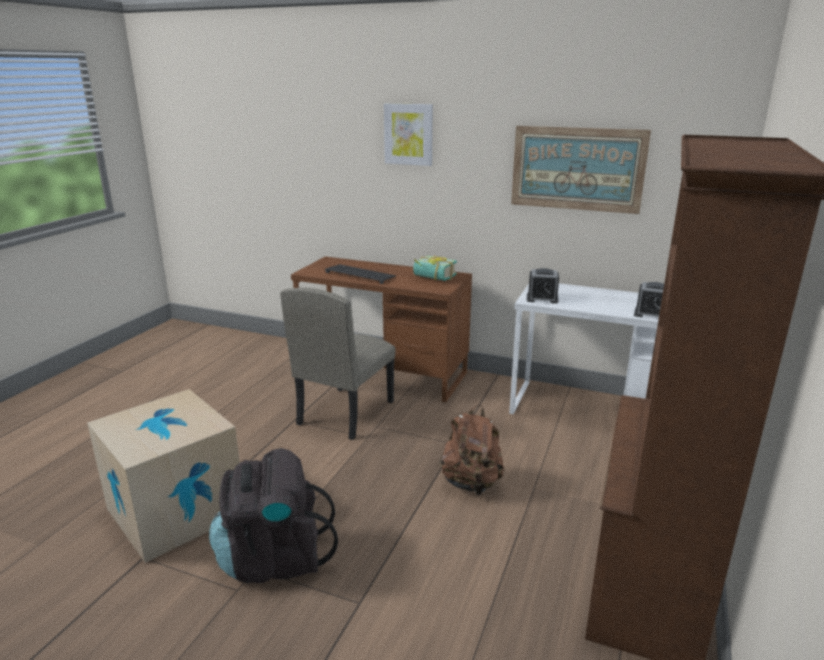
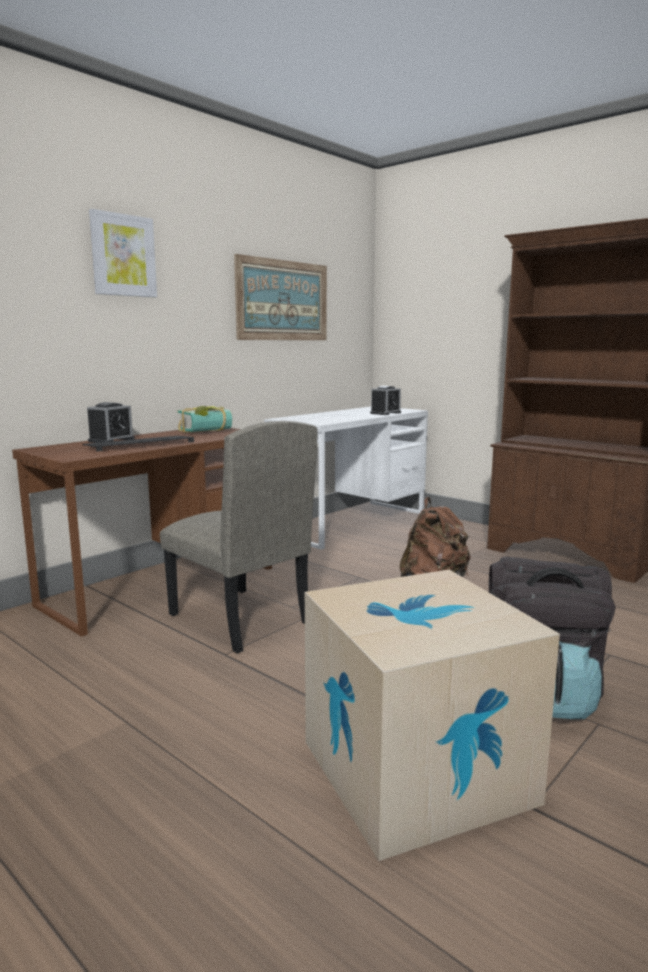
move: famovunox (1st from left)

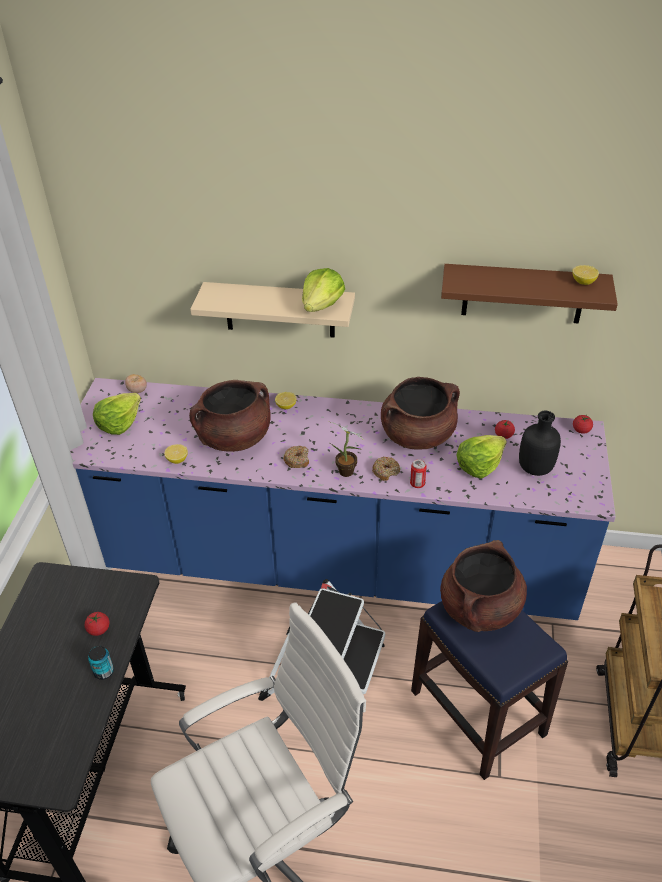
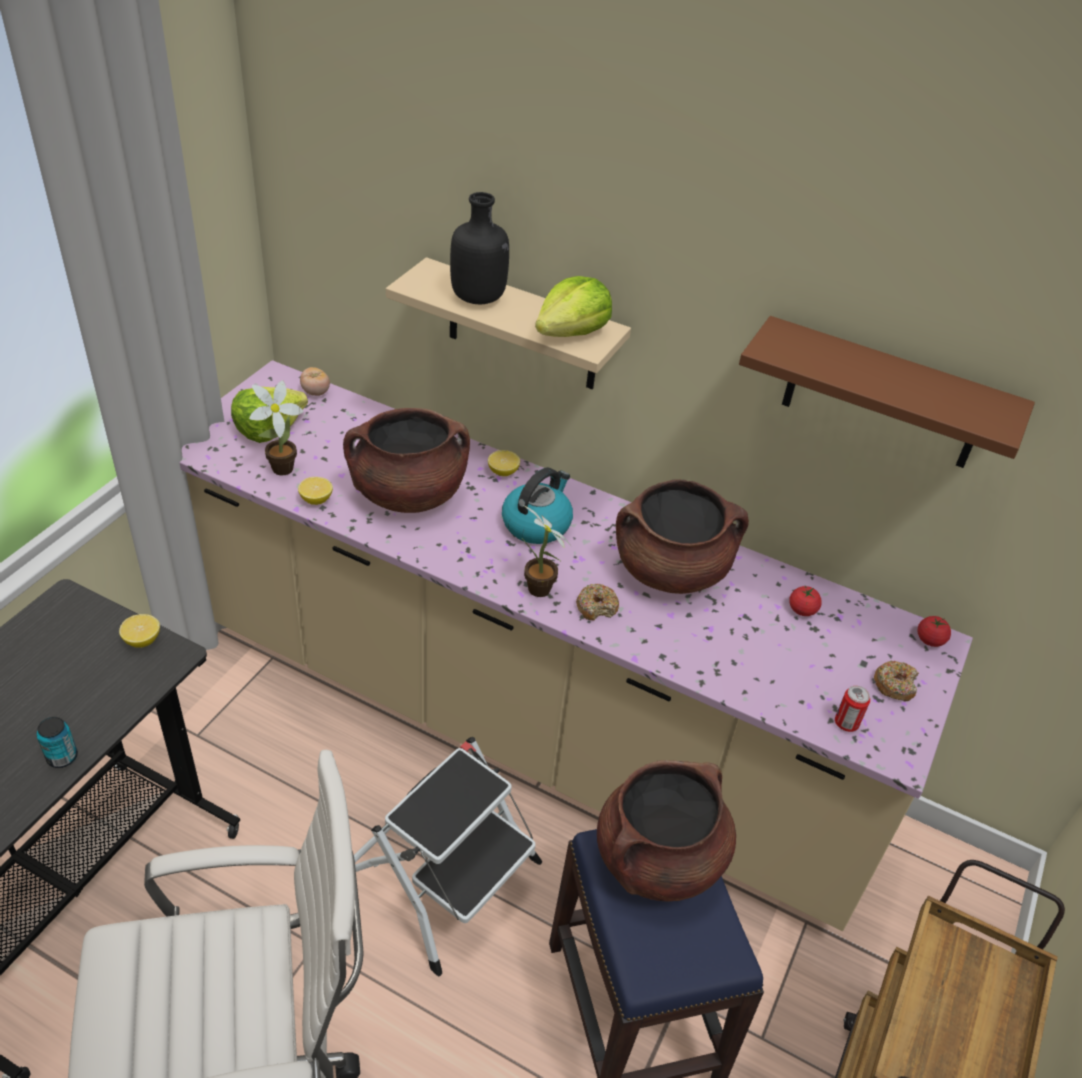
delete: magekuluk (1st from left); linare (3rd from left)
insert: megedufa (1st from left); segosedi
move: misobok (1st from left in the first image) to misobok (2nd from left); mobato (2nd from left); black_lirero; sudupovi (3rd from left in the first image) to sudupovi (1st from left)
recolor: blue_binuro to beige_binuro

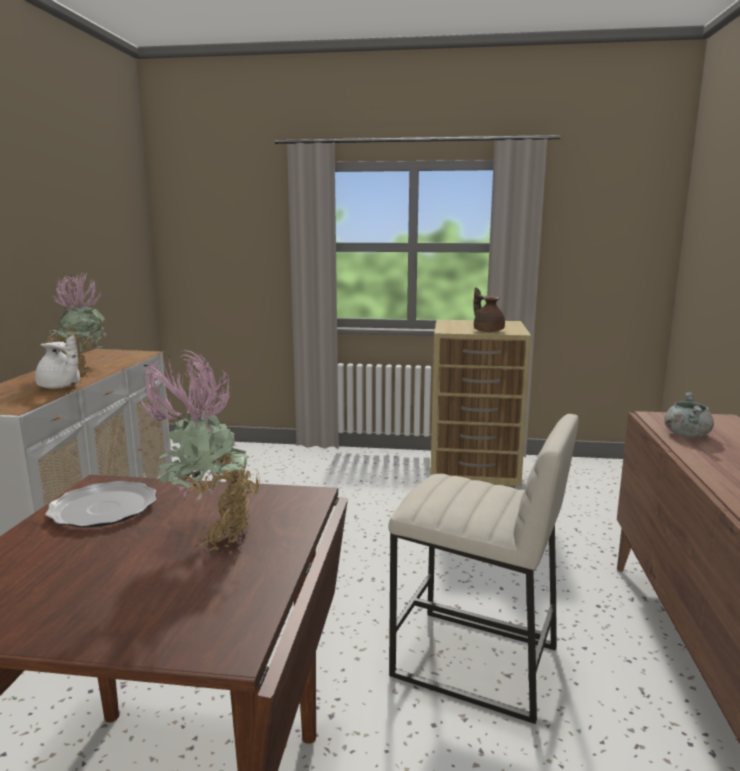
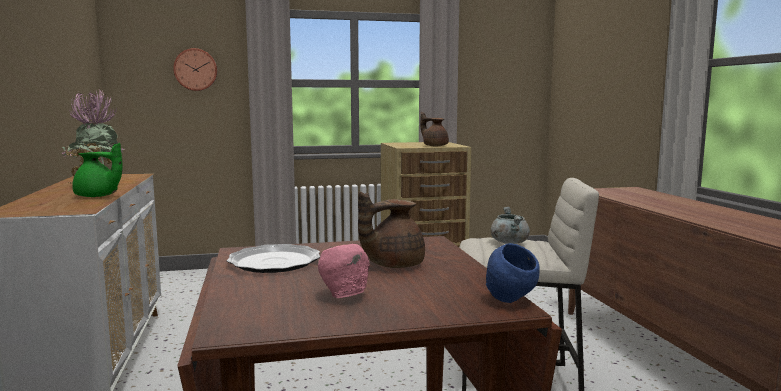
insert: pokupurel; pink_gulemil; blue_gulemil
move: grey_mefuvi
replace: megedufa (2nd from left) to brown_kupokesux (1st from left)
recolor: white_kupokesux to green_kupokesux

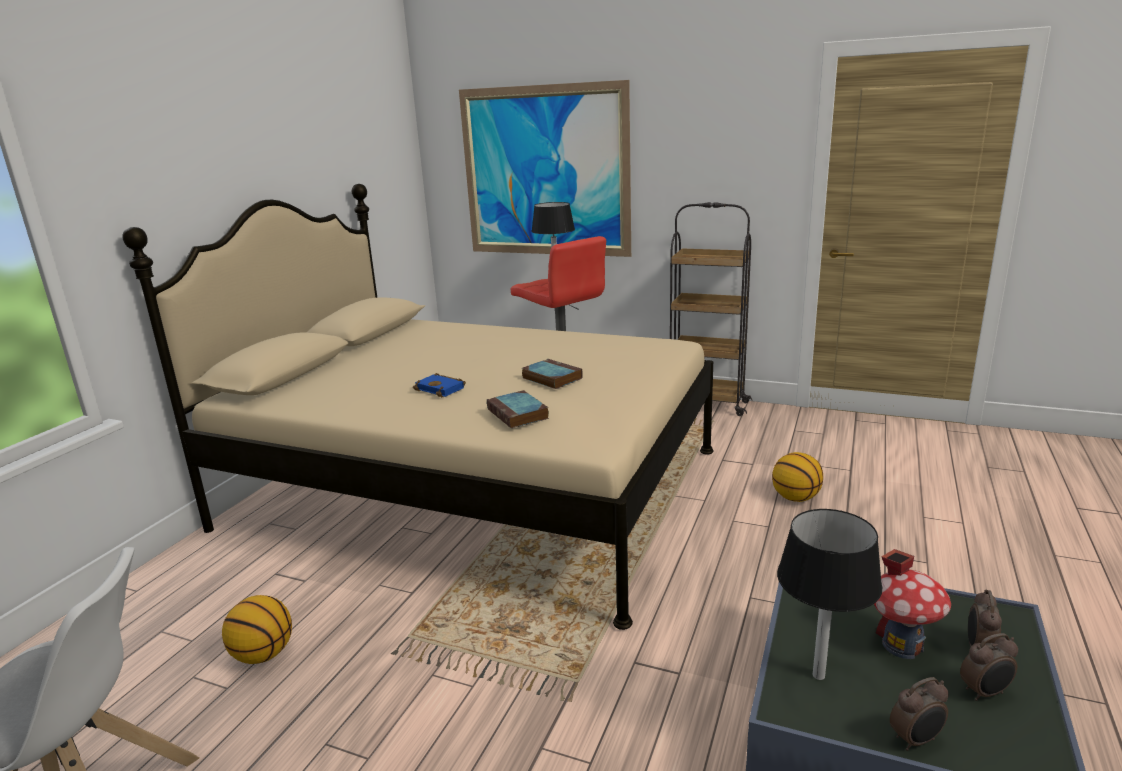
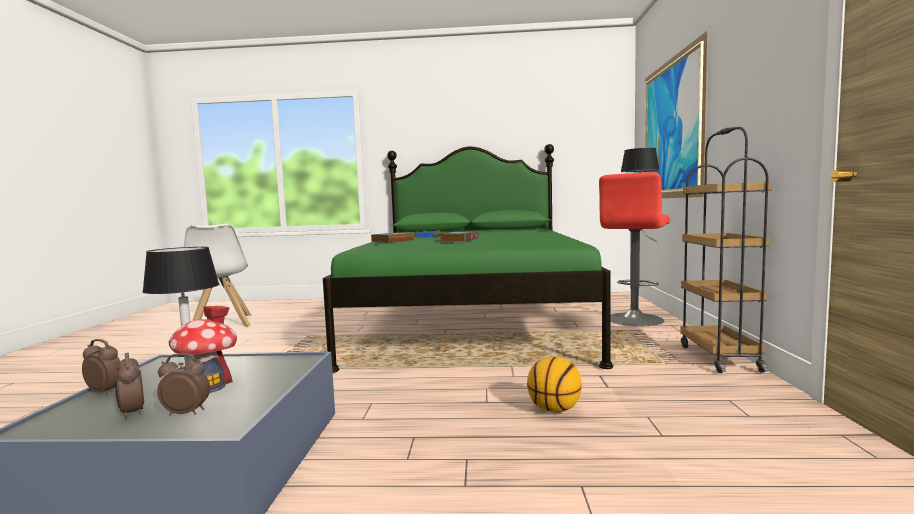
delete: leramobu (1st from left)
recolor: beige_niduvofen to green_niduvofen
rotate: famovunox (1st from left) 150 degrees clockwise

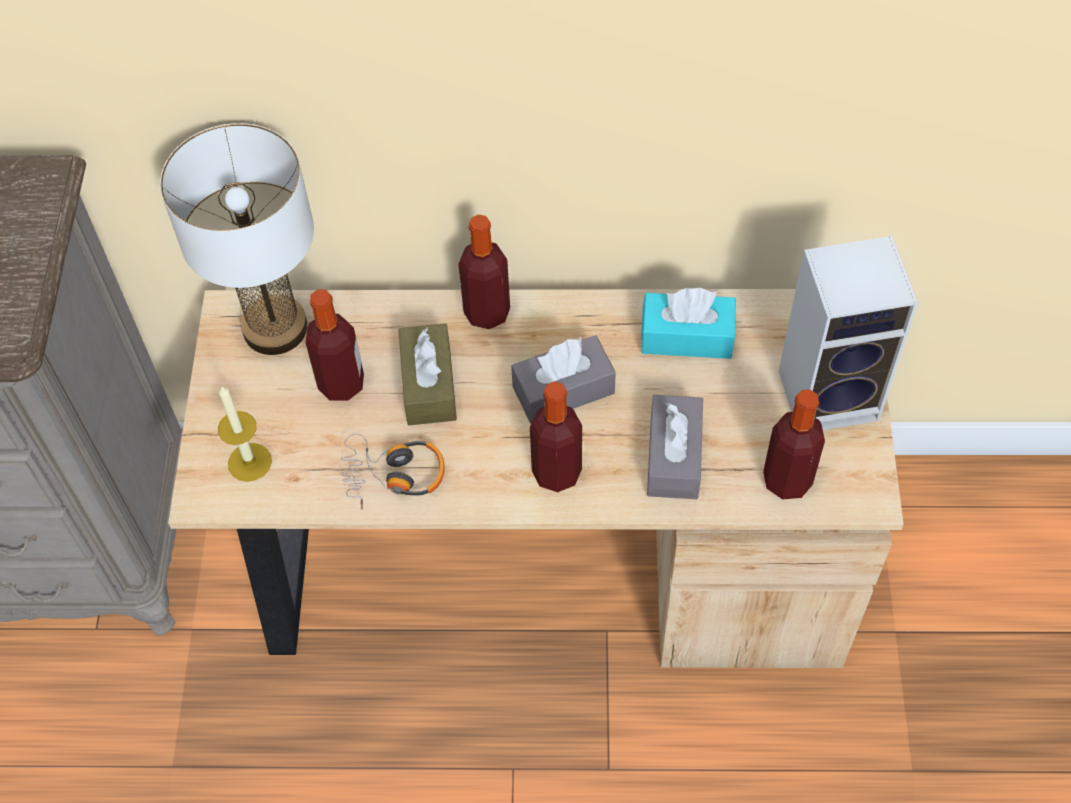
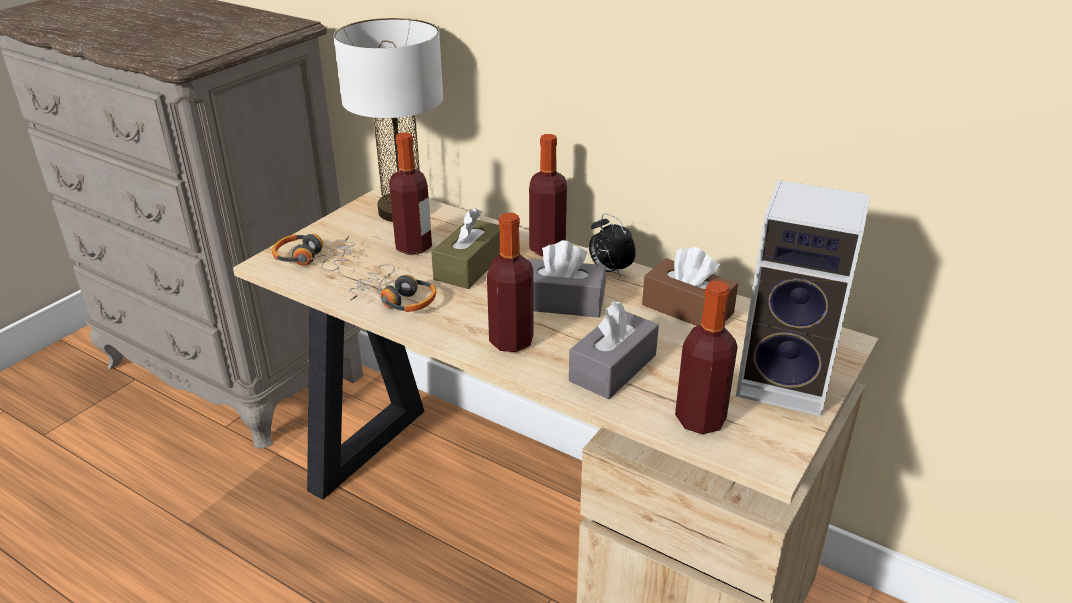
insert: famovunox
replace: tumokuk to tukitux (1st from left)
recolor: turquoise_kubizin to brown_kubizin (2nd from left)

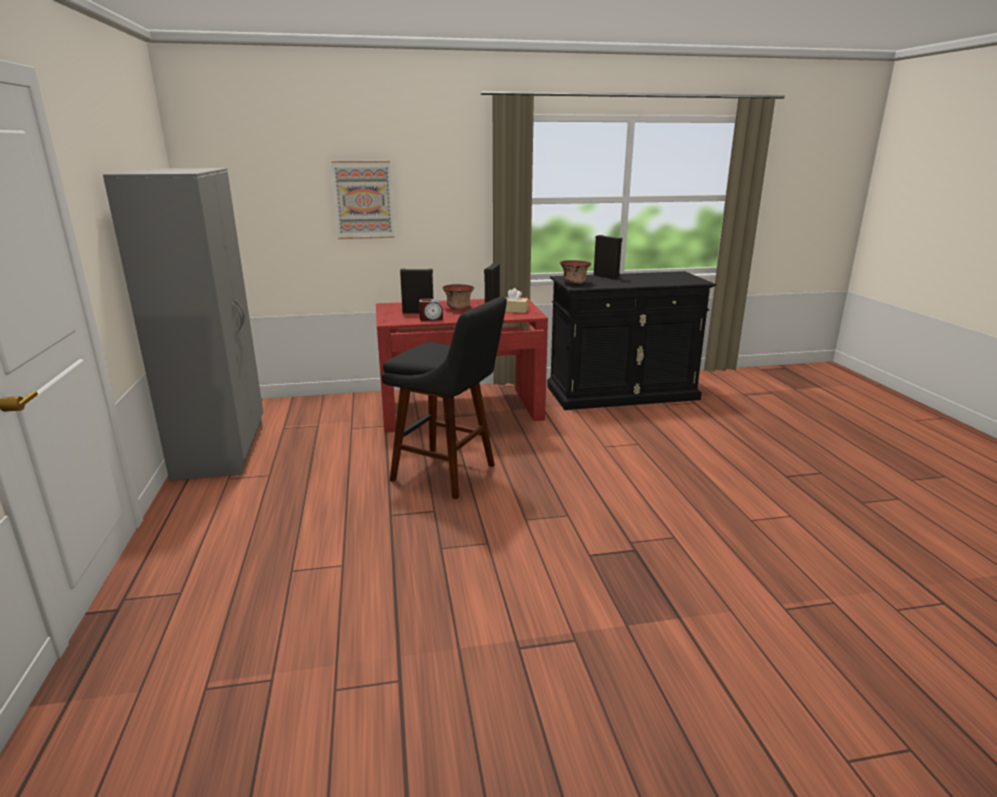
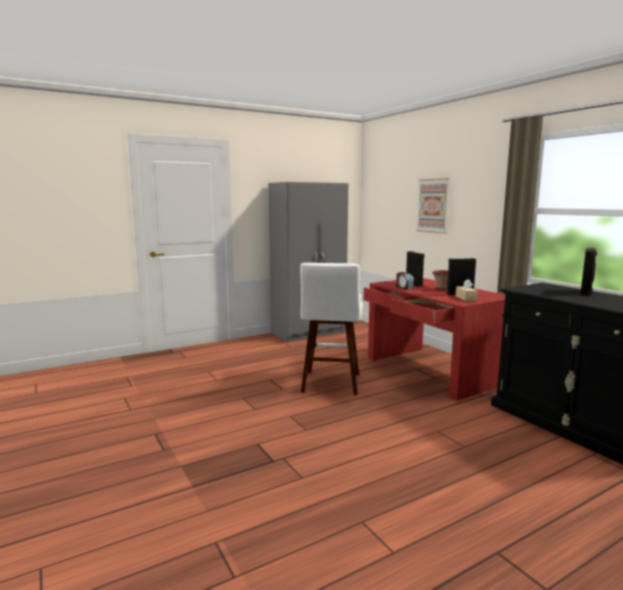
delete: gulemil (2nd from left)
recolor: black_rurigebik to white_rurigebik

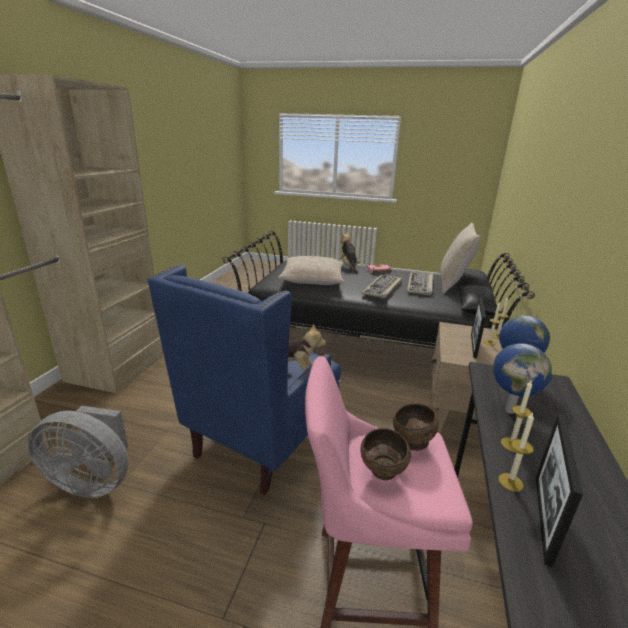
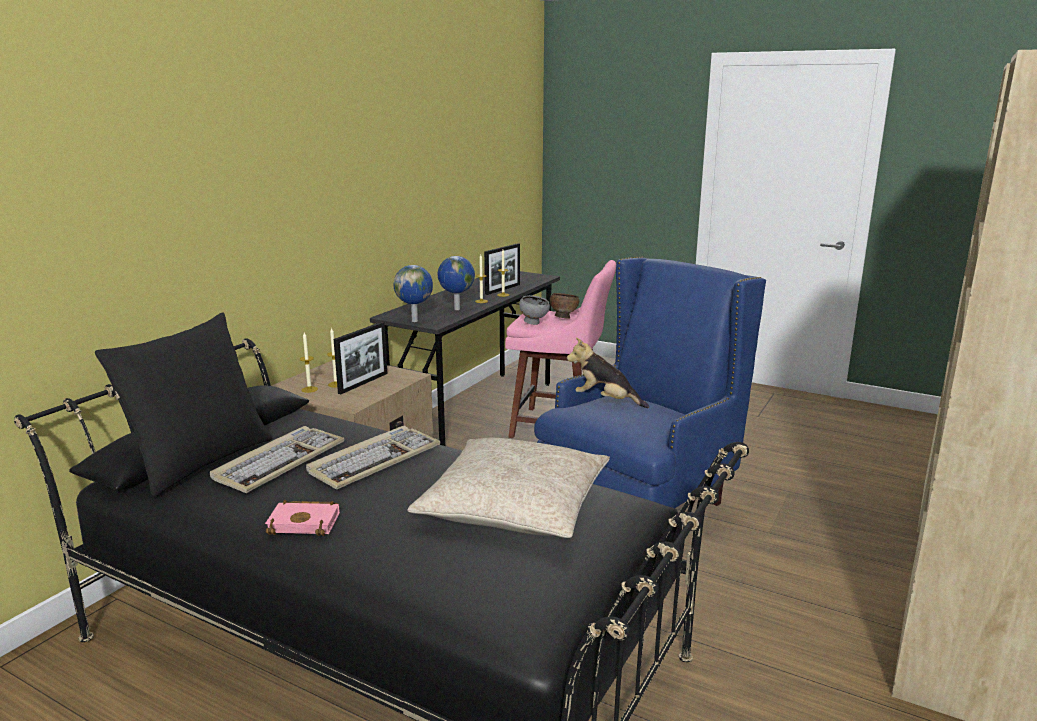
delete: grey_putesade; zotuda (2nd from left)
recolor: brown_gulemil (2nd from left) to grey_gulemil; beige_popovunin (2nd from left) to black_popovunin

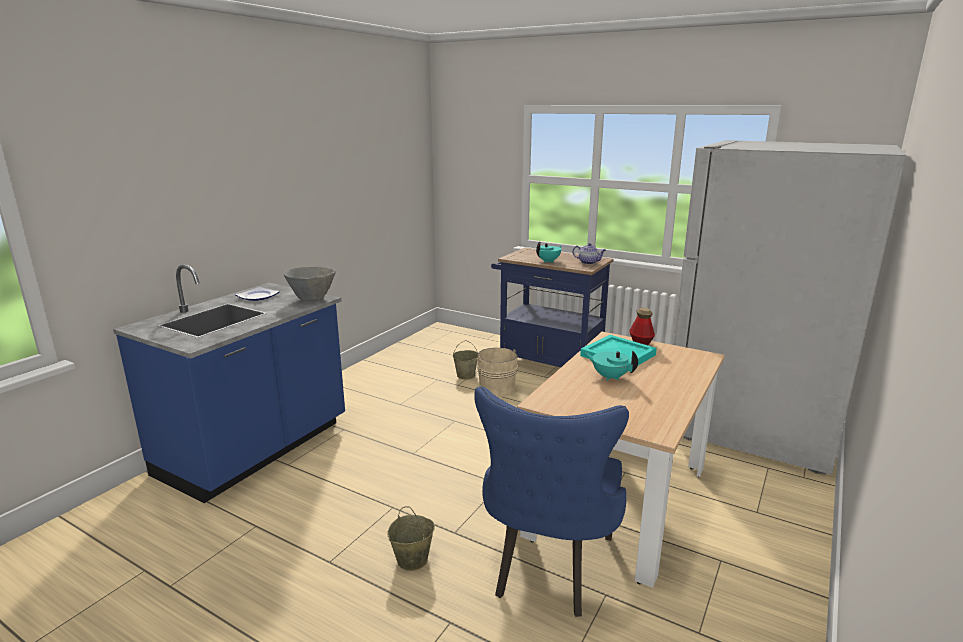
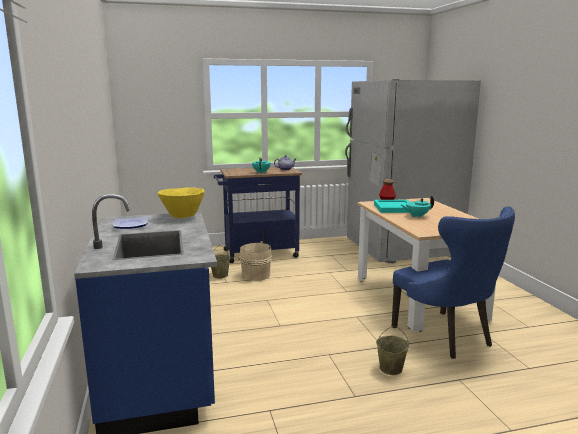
recolor: grey_gulemil to yellow_gulemil

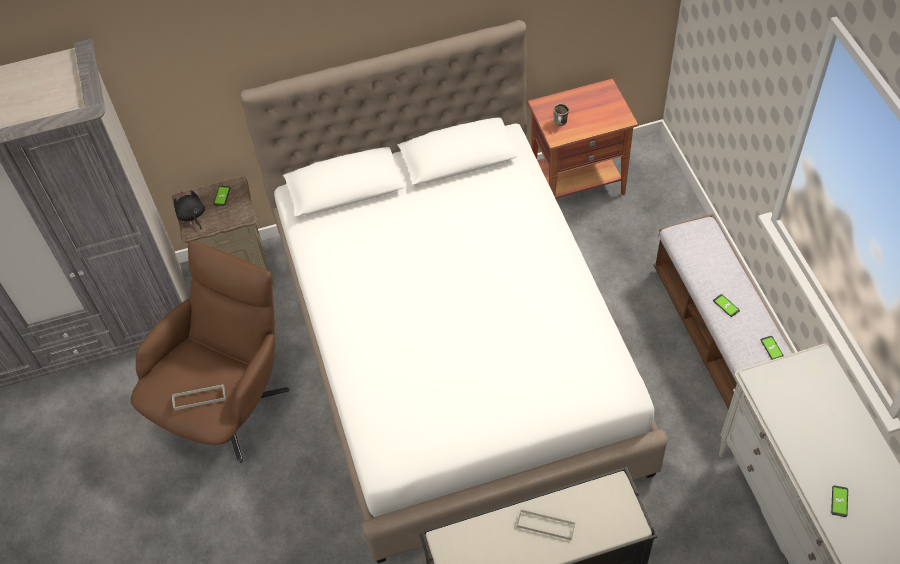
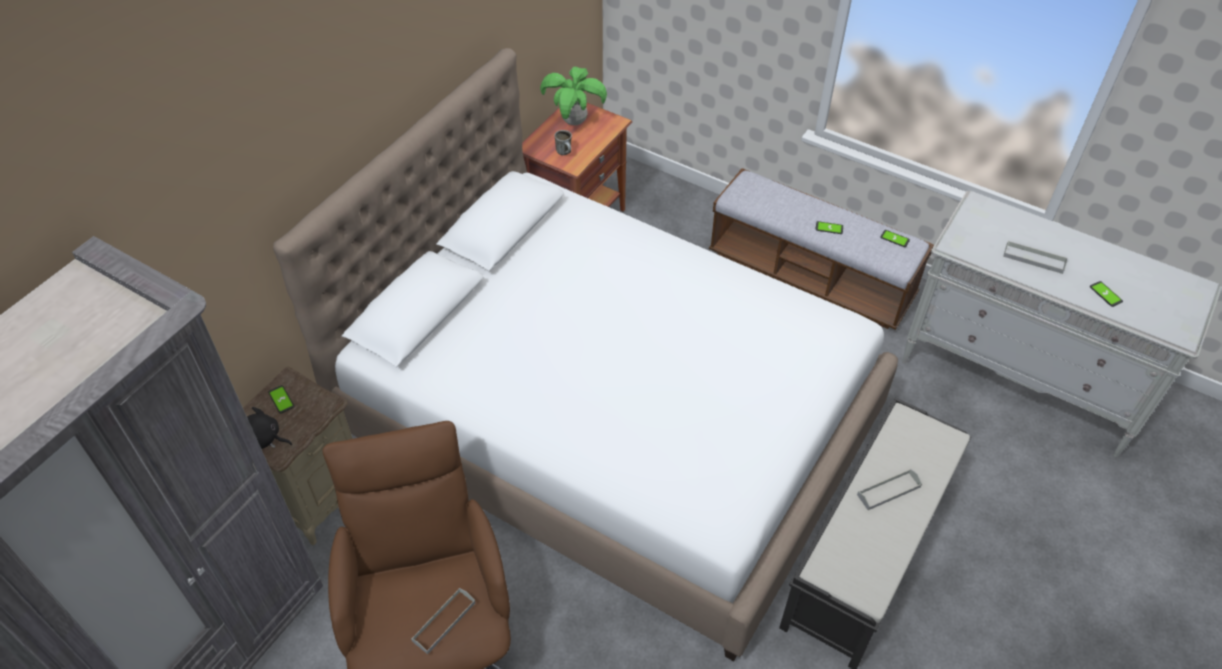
insert: megedufa; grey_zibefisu (3rd from left)

